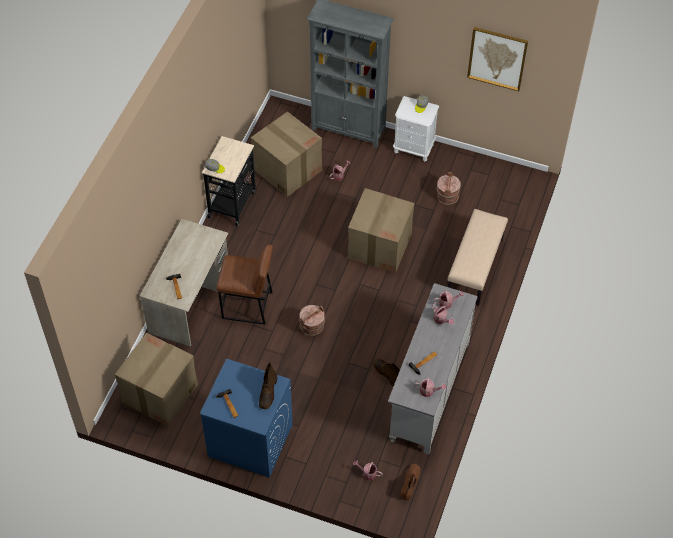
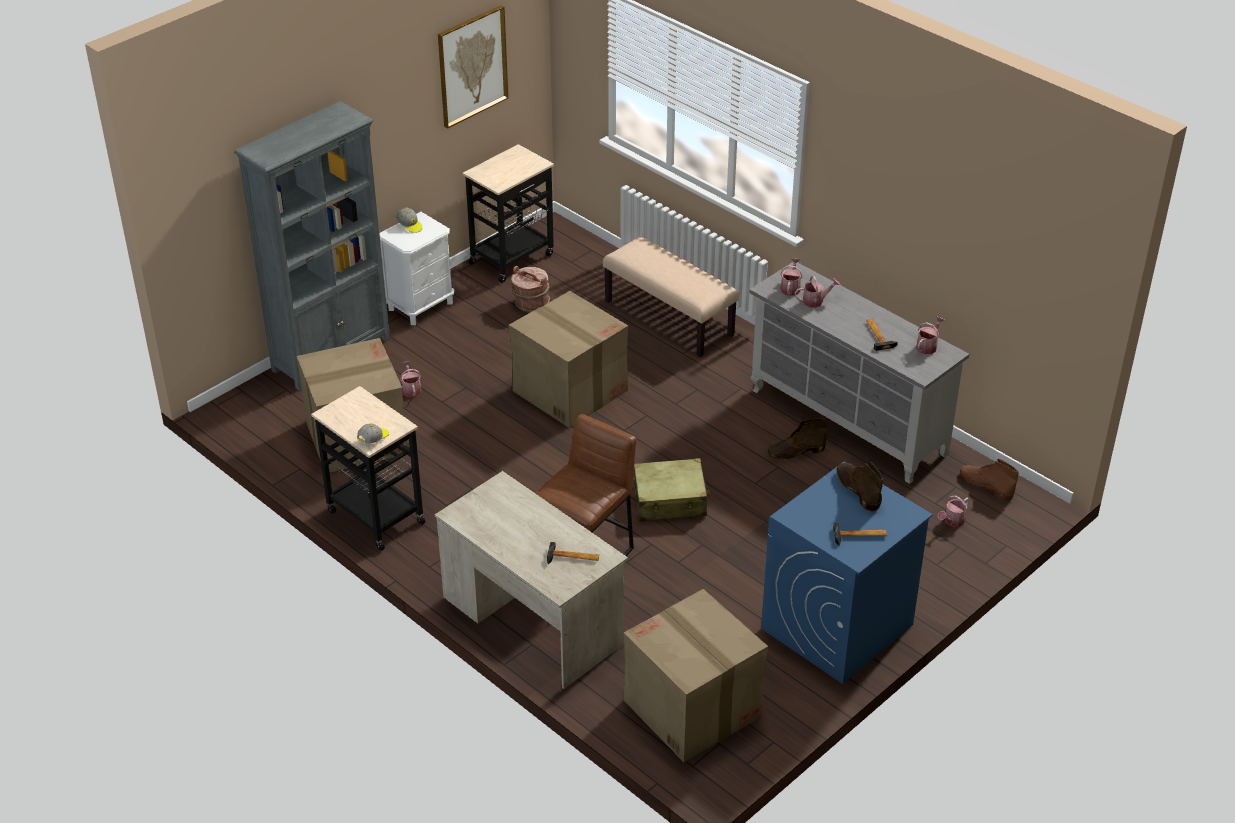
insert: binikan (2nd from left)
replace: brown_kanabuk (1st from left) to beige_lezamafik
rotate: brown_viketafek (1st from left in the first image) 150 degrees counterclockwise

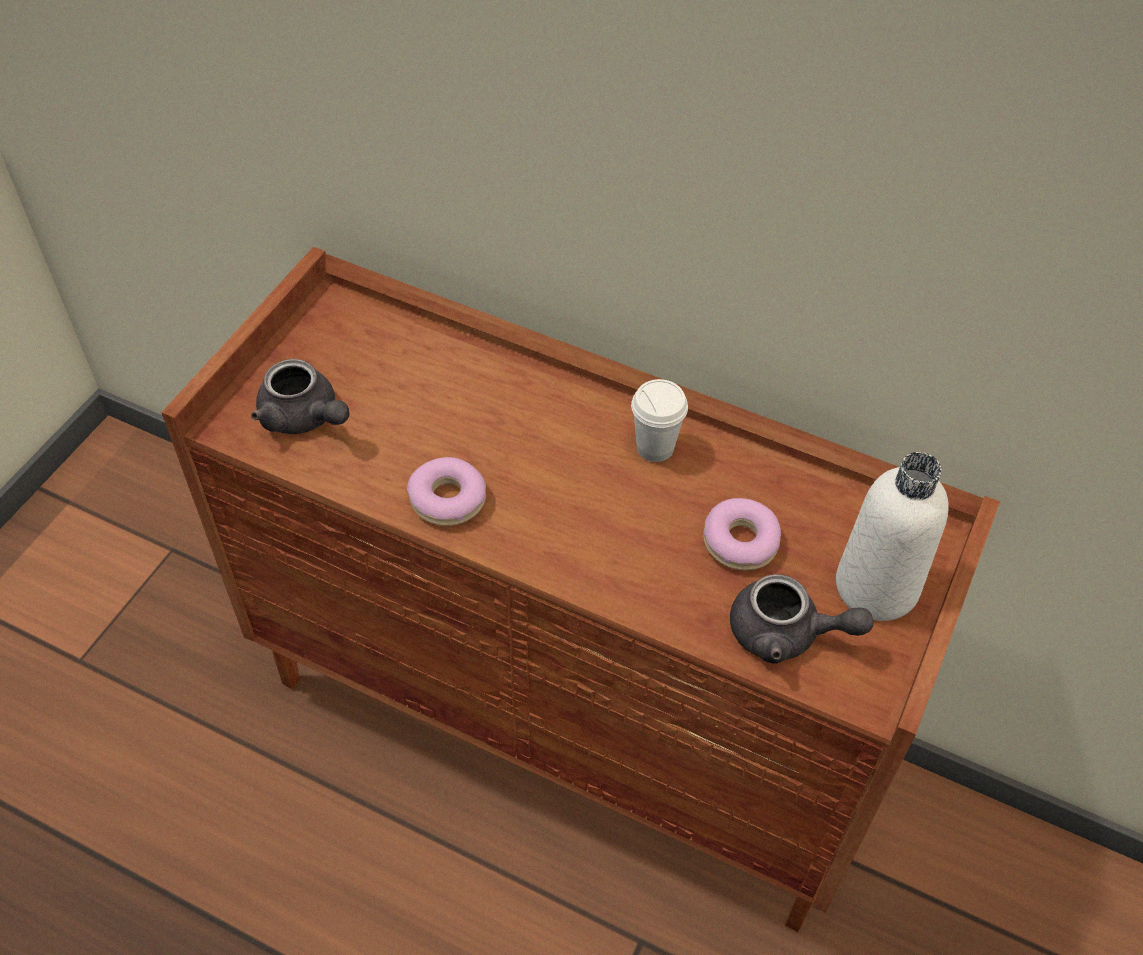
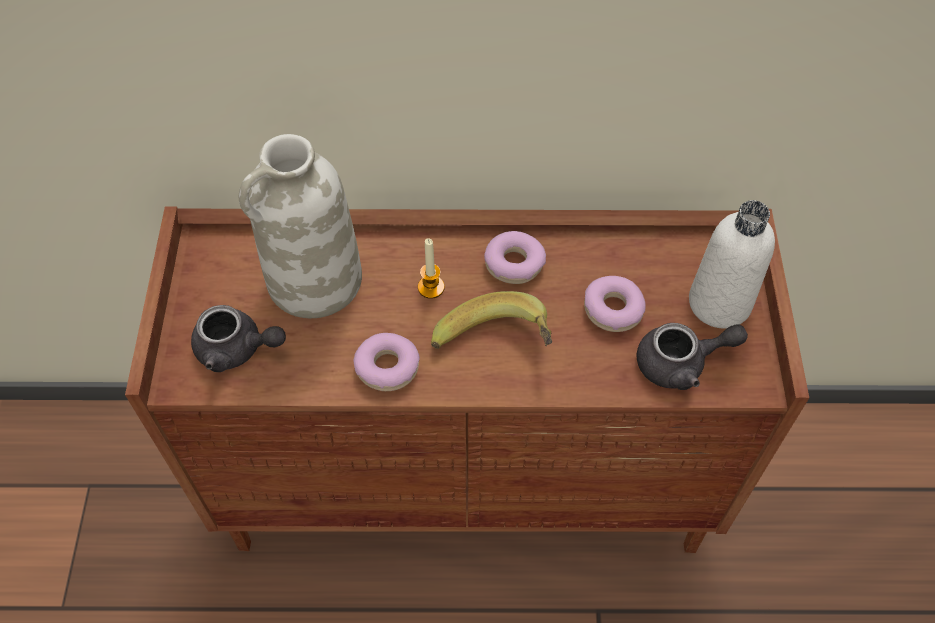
insert: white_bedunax; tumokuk; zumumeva
replace: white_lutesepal to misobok (2nd from left)

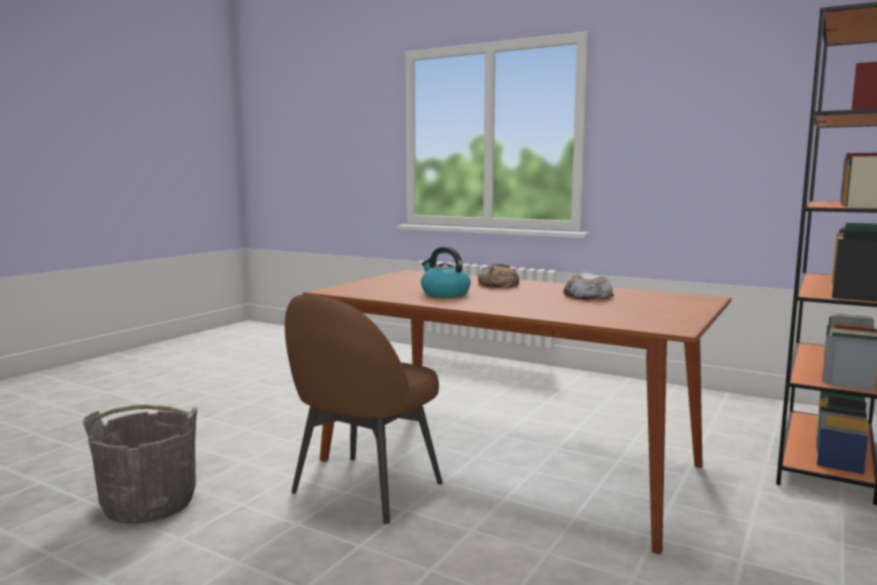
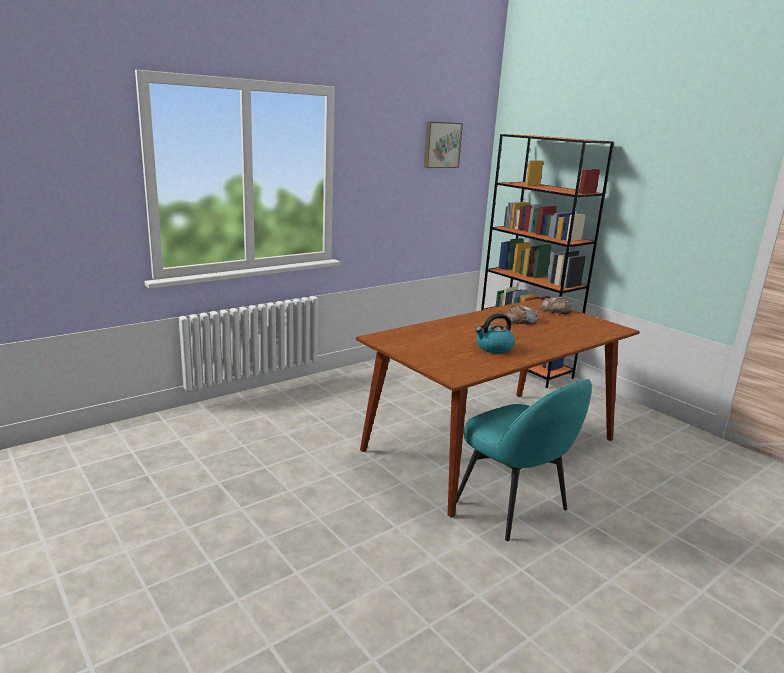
delete: grey_kanabuk
insert: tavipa
move: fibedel (1st from left in the first image) to fibedel (2nd from left)
recolor: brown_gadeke to turquoise_gadeke

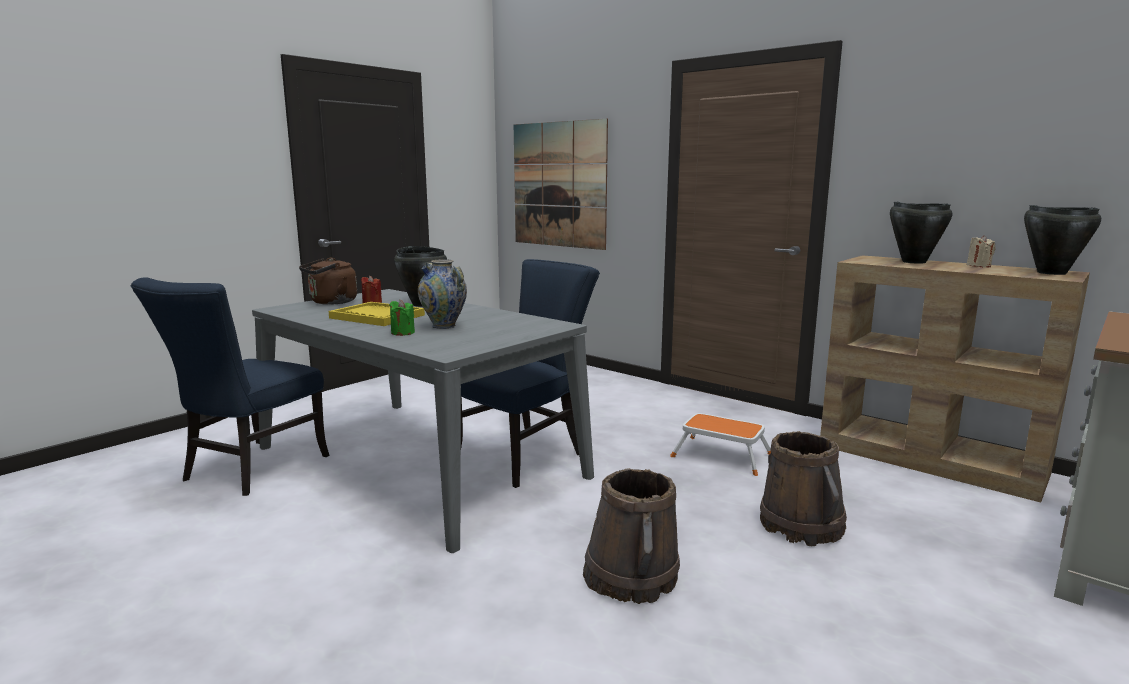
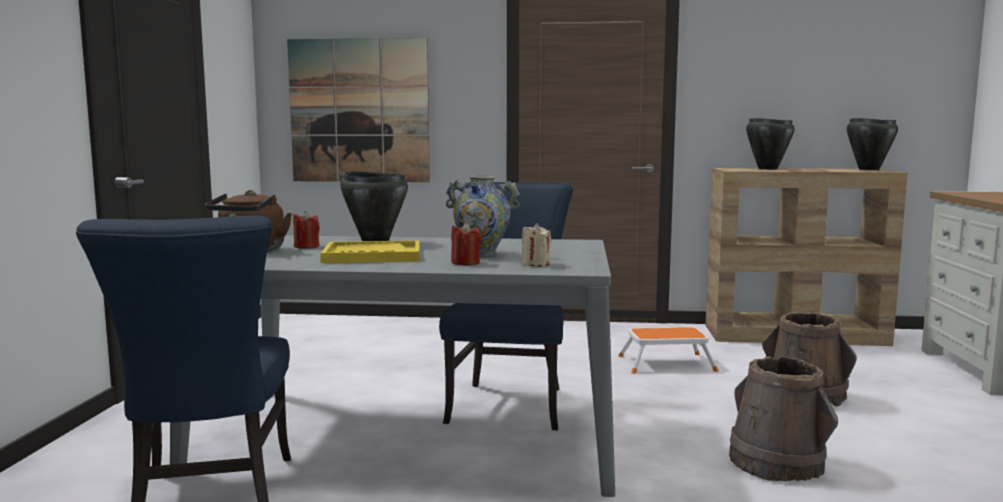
move: beige_tumokuk
recolor: green_tumokuk to red_tumokuk (2nd from left)

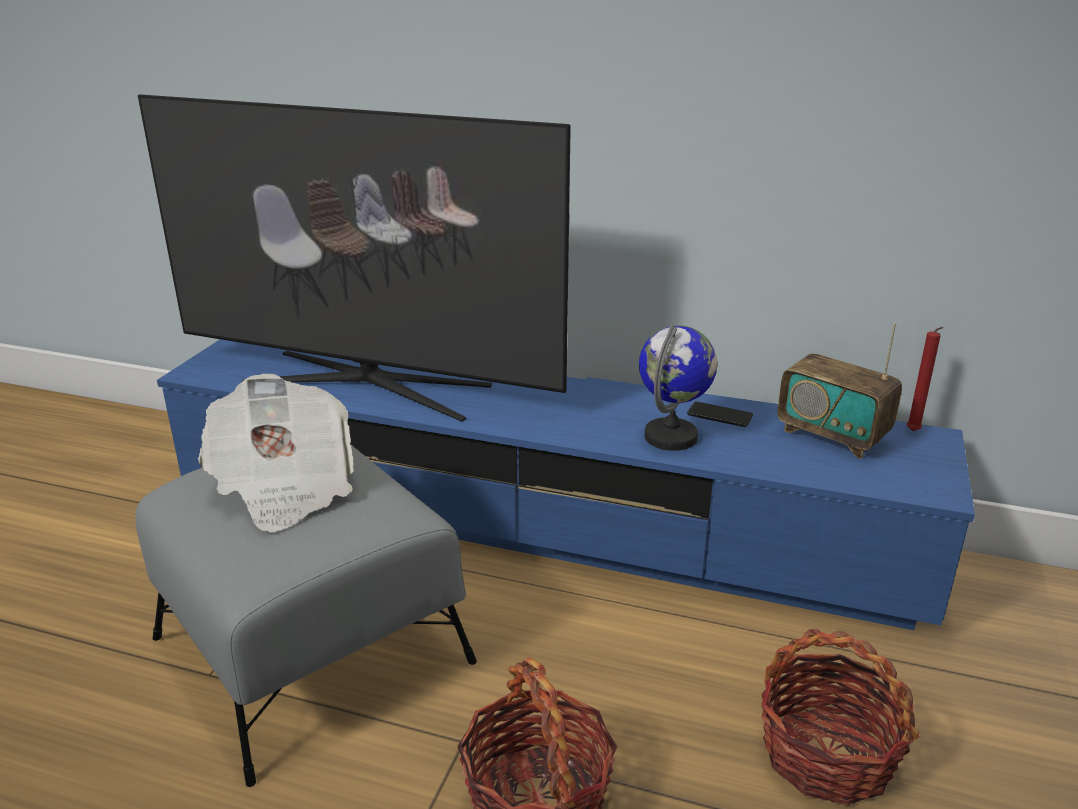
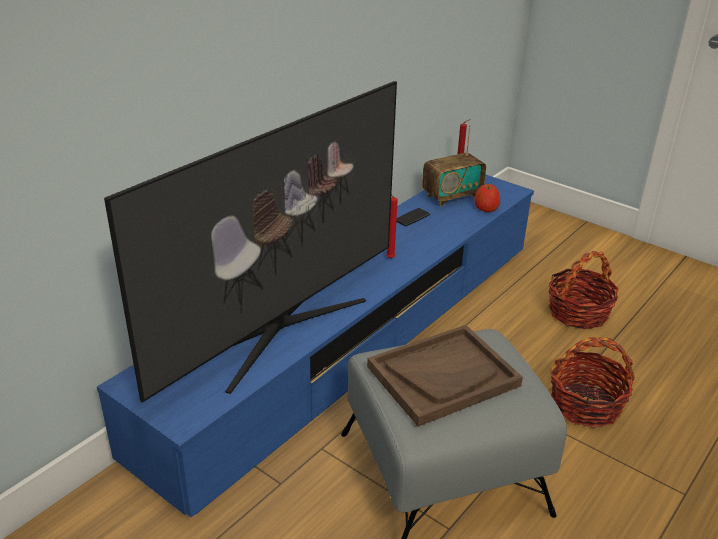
delete: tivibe
insert: red_tumokuk (1st from left); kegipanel
replace: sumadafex to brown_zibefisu

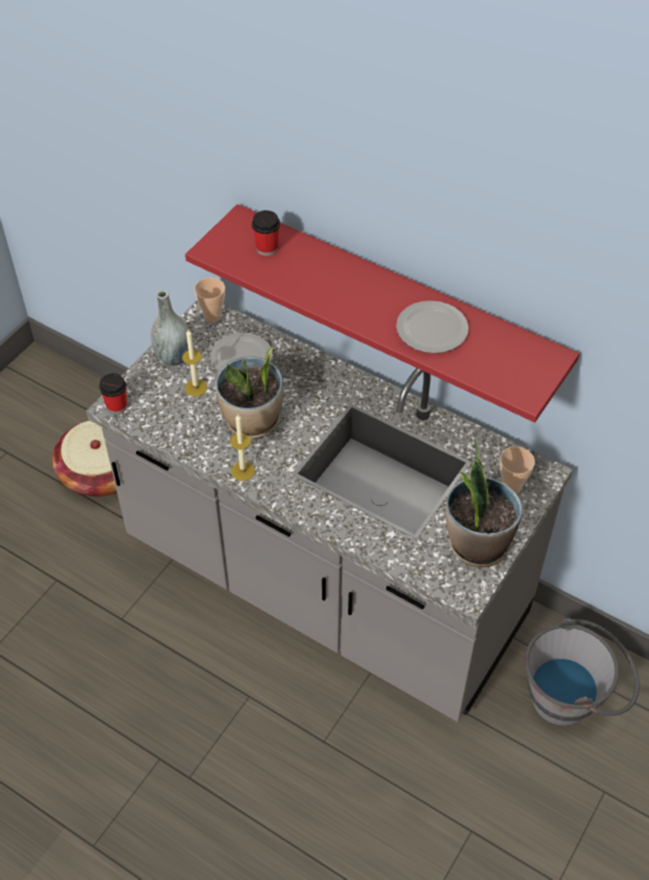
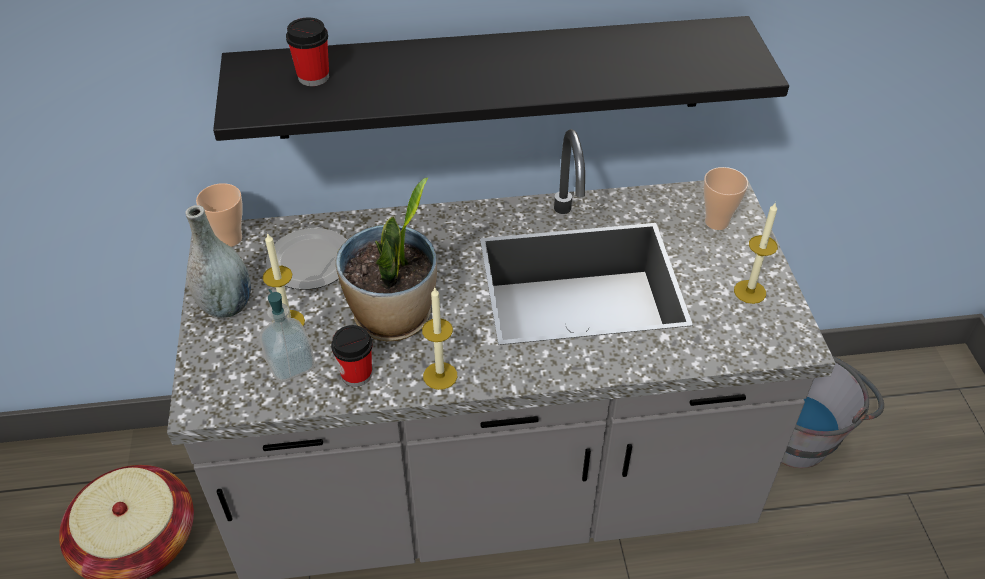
delete: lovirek (2nd from left)
insert: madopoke
move: lutesepal (1st from left in the first image) to lutesepal (3rd from left)
replace: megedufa (2nd from left) to tumokuk (3rd from left)
recolor: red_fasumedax to black_fasumedax

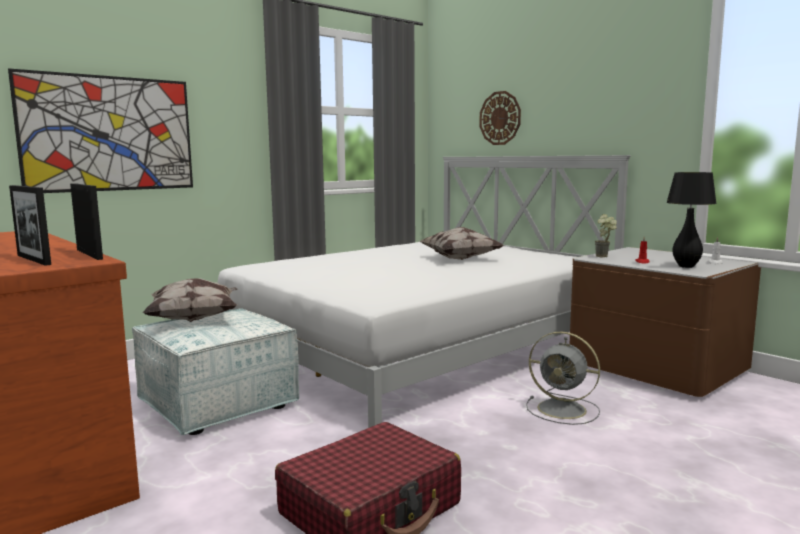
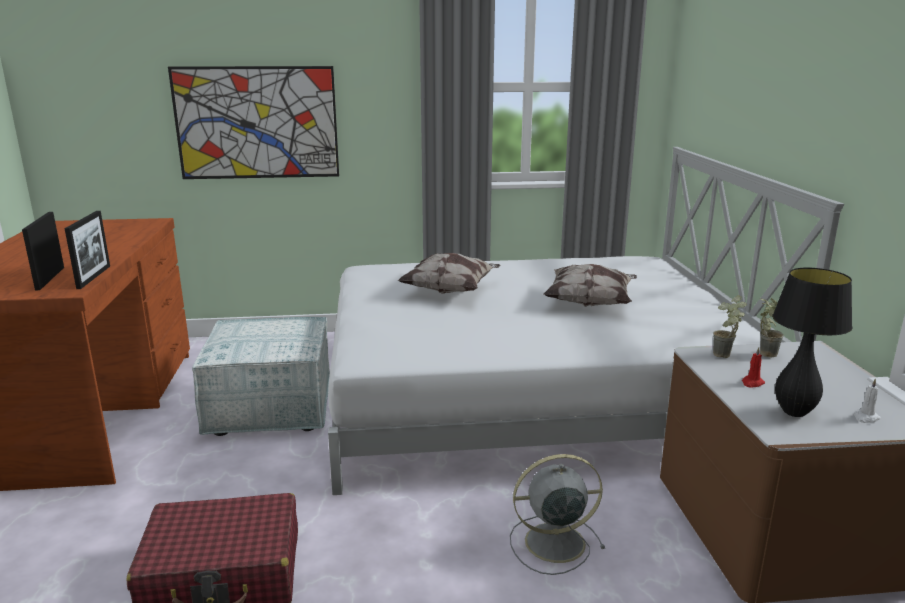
delete: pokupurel
insert: megedufa (2nd from left)
move: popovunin (1st from left)
rotate: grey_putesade 105 degrees clockwise

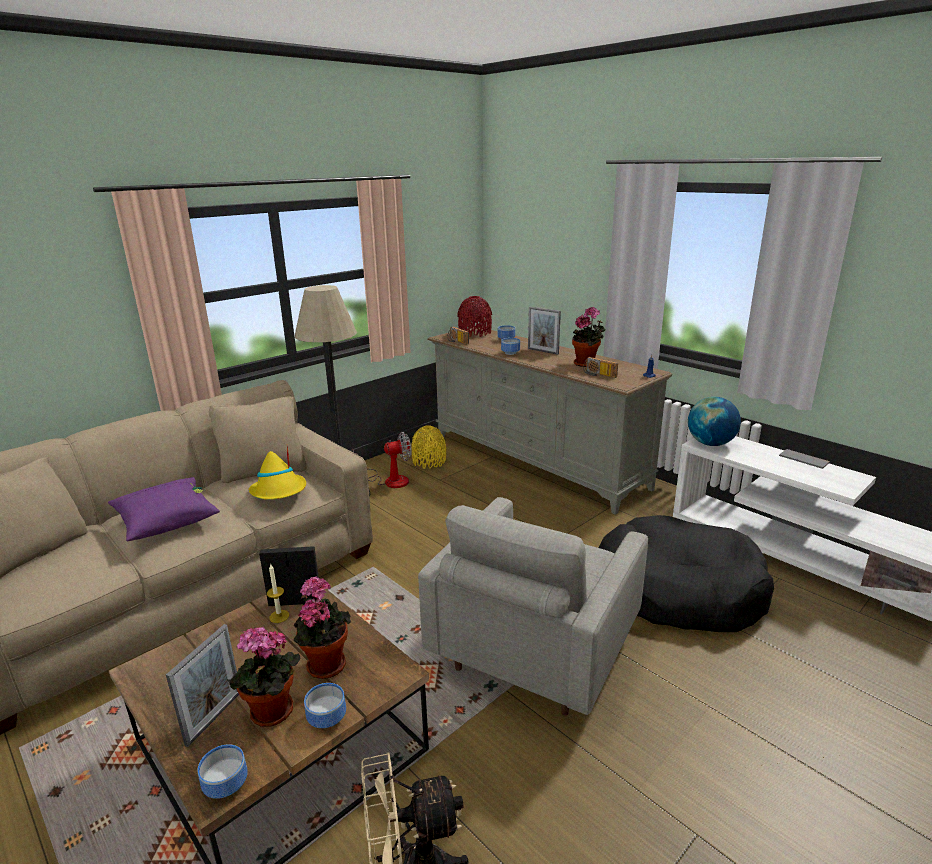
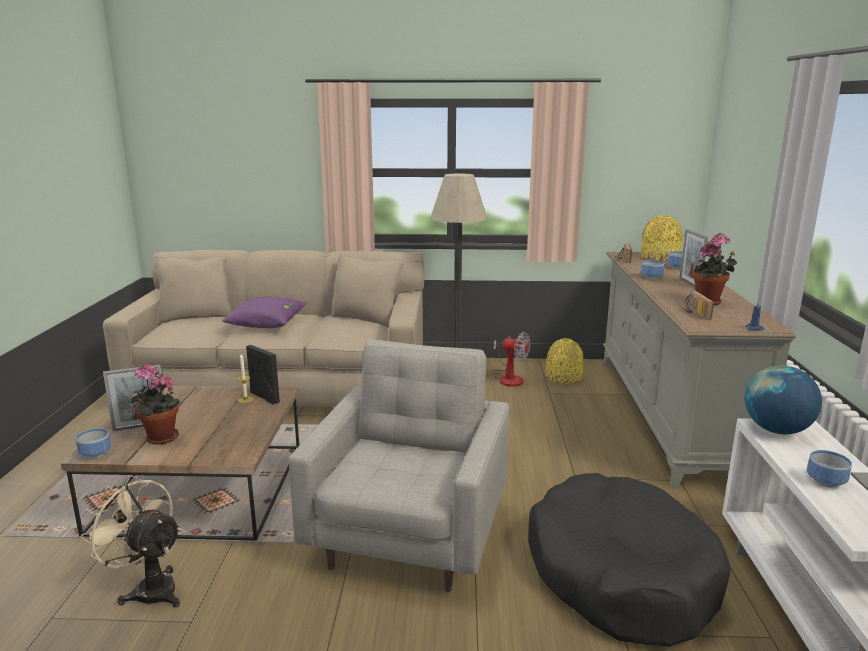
delete: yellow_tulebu; megedufa (2nd from left)
move: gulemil (2nd from left in the first image) to gulemil (4th from left)
recolor: red_bedunax to yellow_bedunax (2nd from left)
rotate: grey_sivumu 120 degrees clockwise

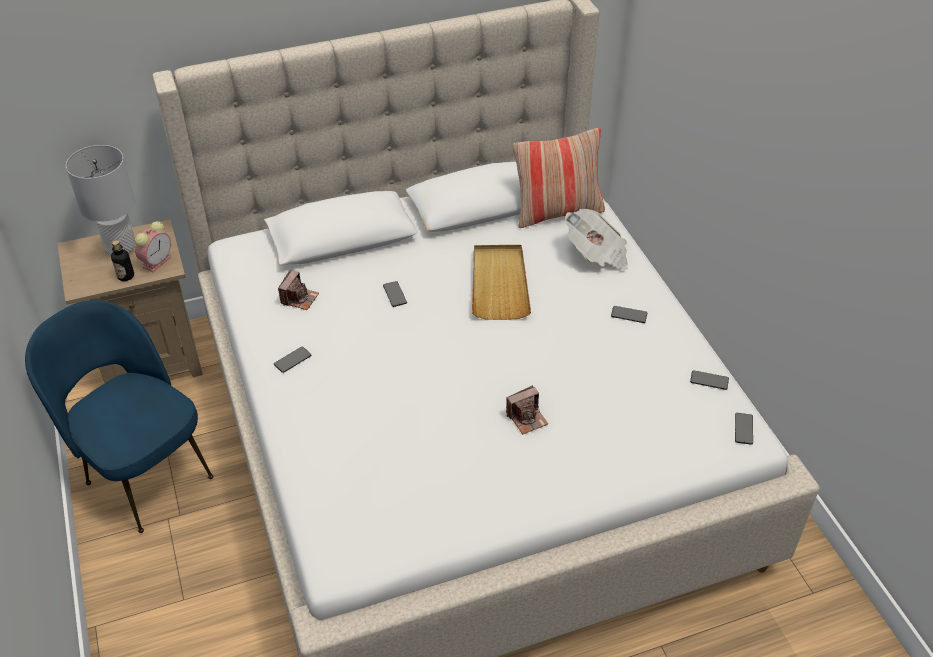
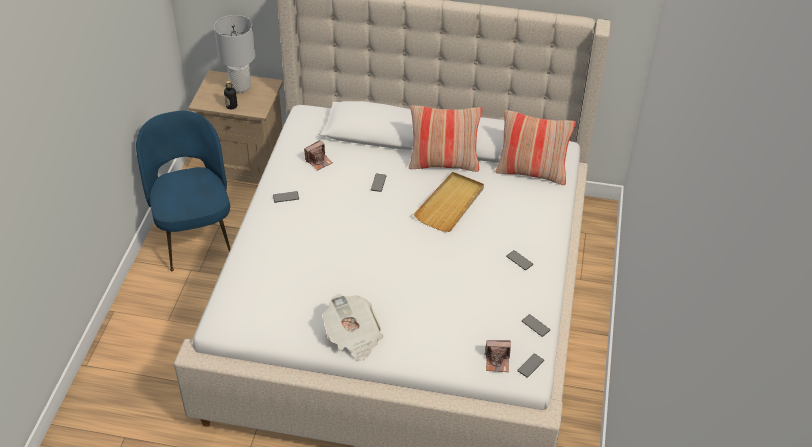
delete: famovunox
insert: popovunin (1st from left)
move: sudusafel (2nd from left); sumadafex

